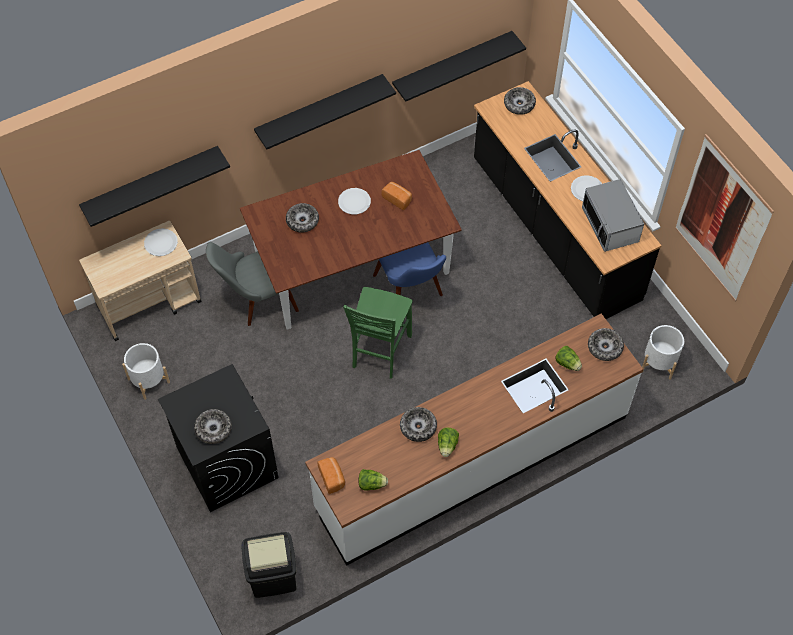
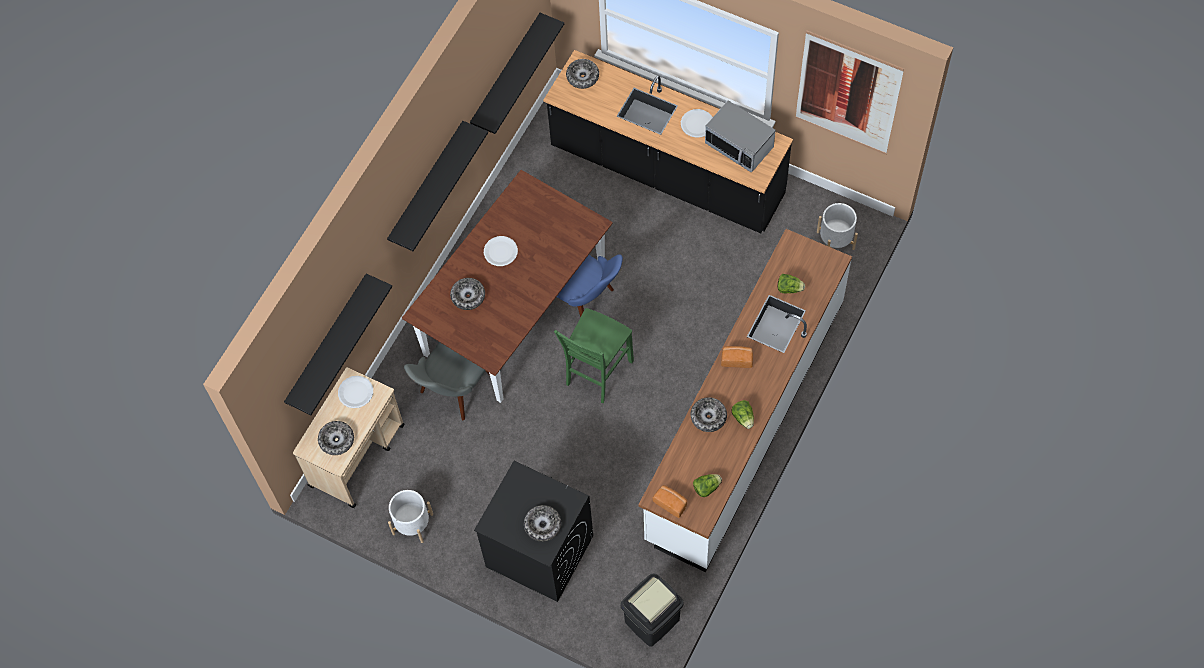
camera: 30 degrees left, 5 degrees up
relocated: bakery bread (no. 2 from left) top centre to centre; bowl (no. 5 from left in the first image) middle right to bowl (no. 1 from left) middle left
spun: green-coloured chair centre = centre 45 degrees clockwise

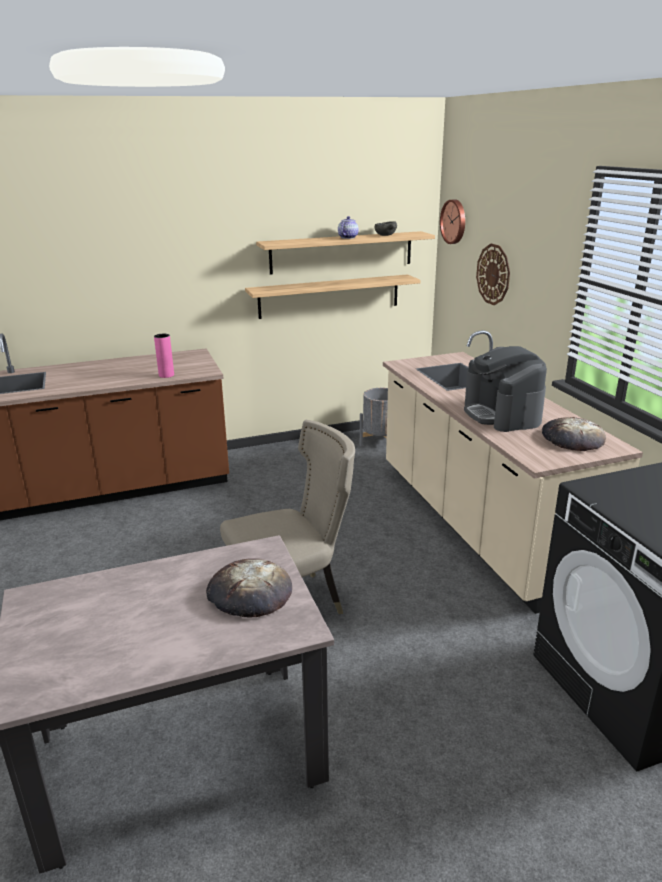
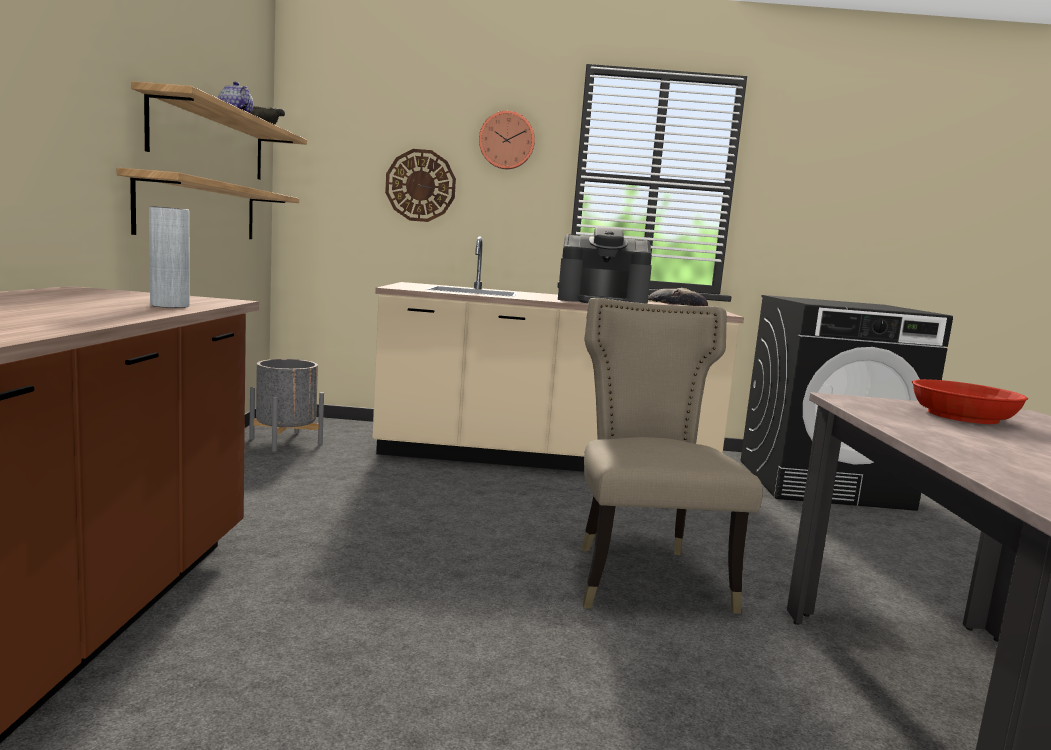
camera: 70 degrees left, 15 degrees down
relocated: clock on the wall (no. 1 from left in the first image) top right to clock on the wall (no. 2 from left) top centre
exchanged: bakery bread (no. 1 from left) bottom centre to red bowl middle right
colour: pinkish decorative vase middle left to greyish decorative vase middle left

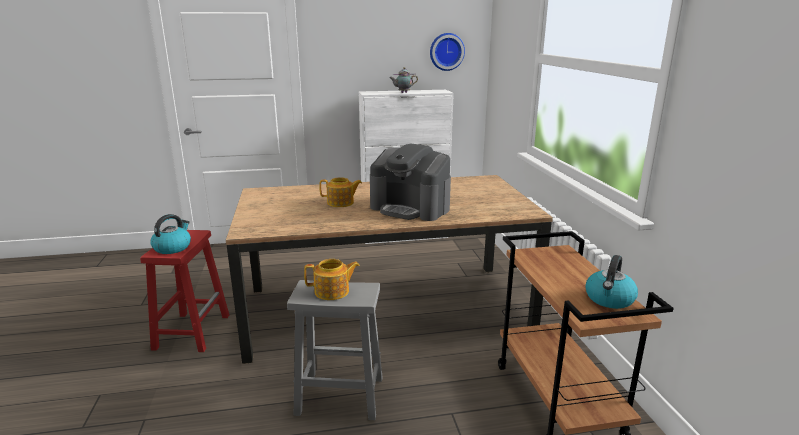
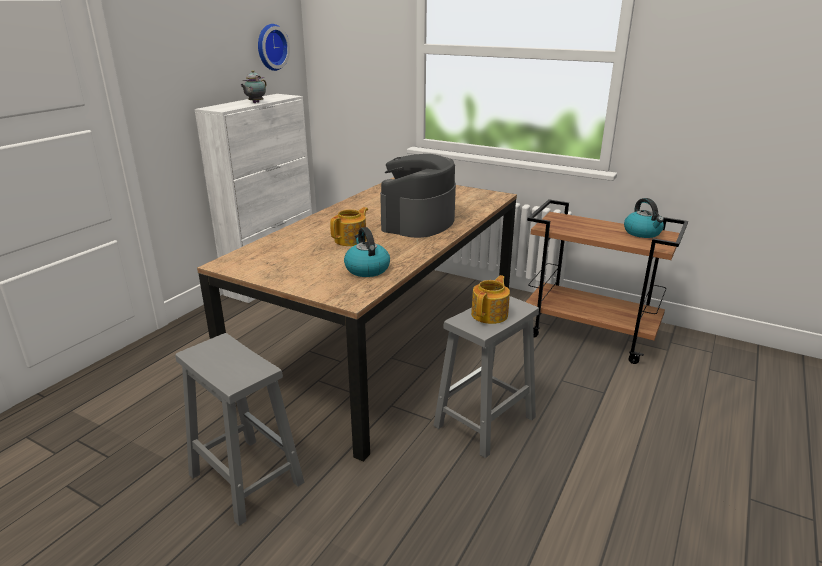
camera: 50 degrees left, 5 degrees up
relocated: tea kettle (no. 1 from left) middle left to centre
colour: red stool bottom left to greyish stool (no. 1 from left) bottom left
spun: coffee maker centre = centre 135 degrees clockwise

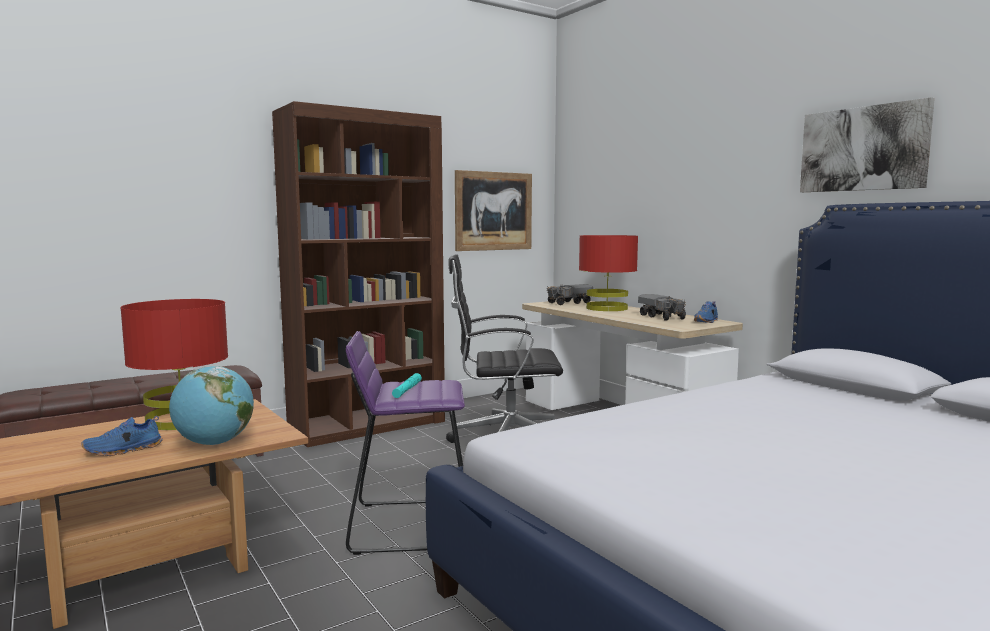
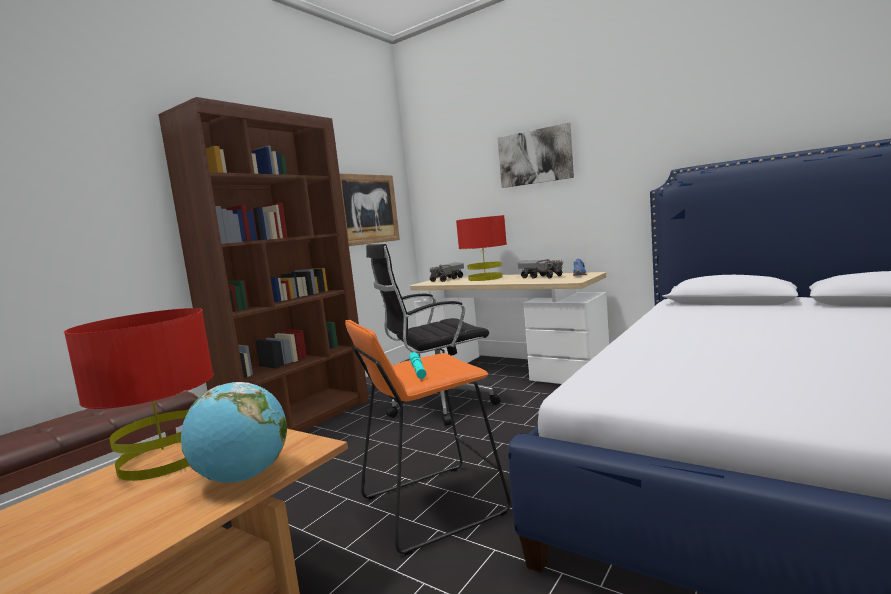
camera: 20 degrees left, 0 degrees up
missing: blue shoe (no. 1 from left) bottom left
relocated: wall picture (no. 2 from left) top right to top centre
colour: purplish stool bottom centre to orangey stool bottom centre

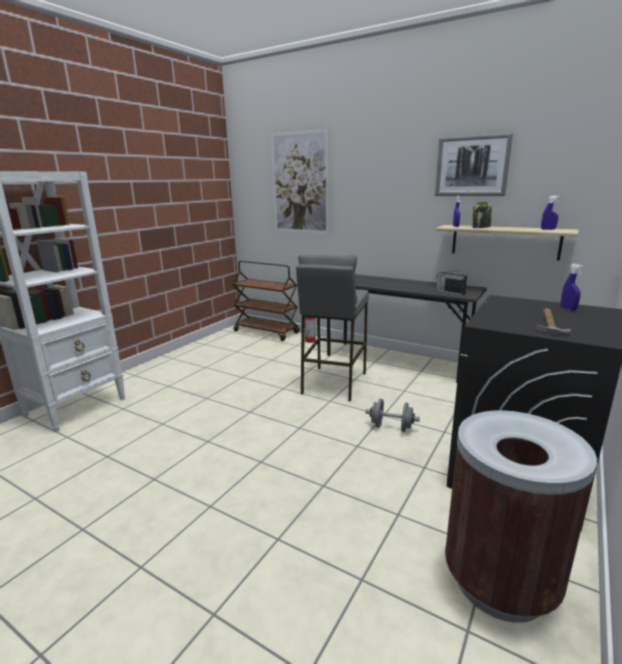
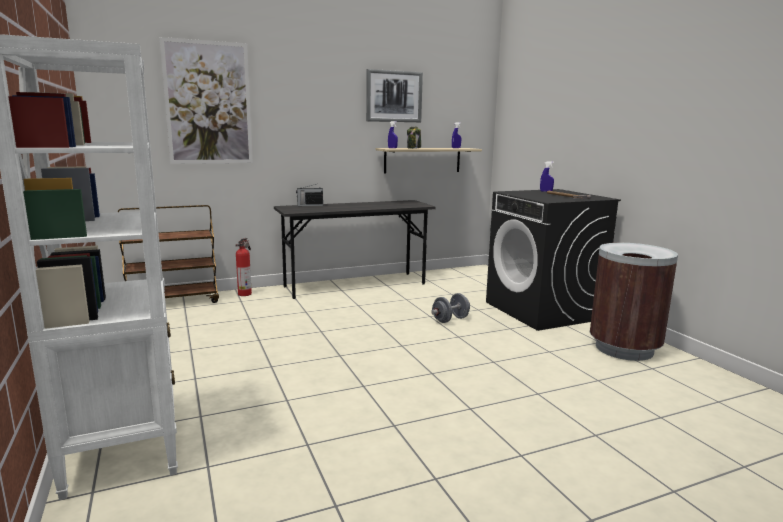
camera: 55 degrees left, 5 degrees down
missing: greyish stool centre
relocated: radio set middle right to centre

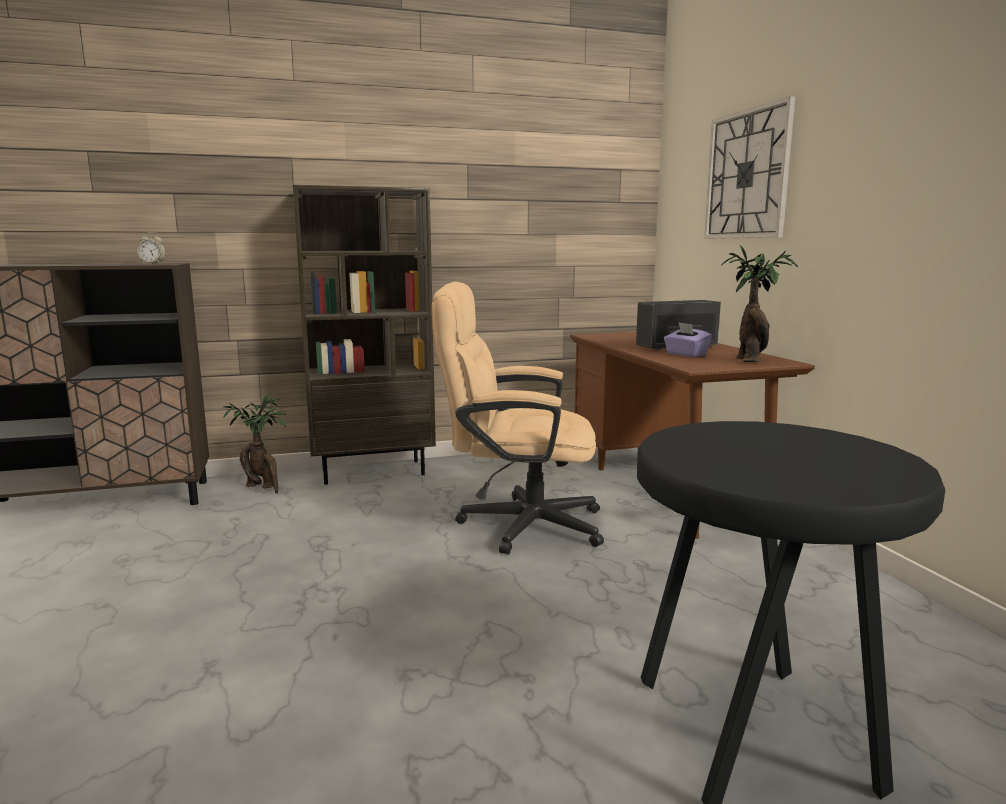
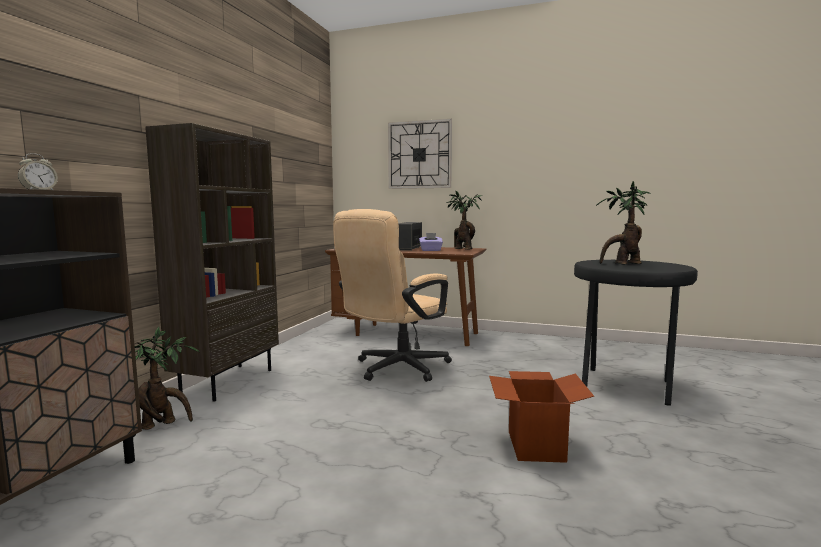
camera: 55 degrees left, 5 degrees down
appeared: potted plant (no. 3 from left) middle right; carton bottom centre

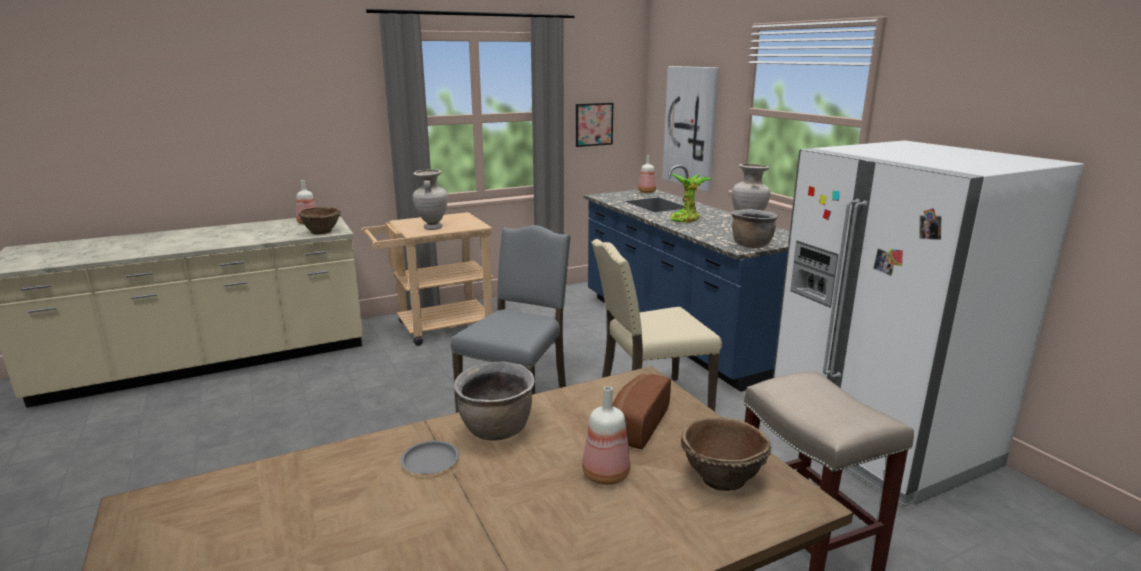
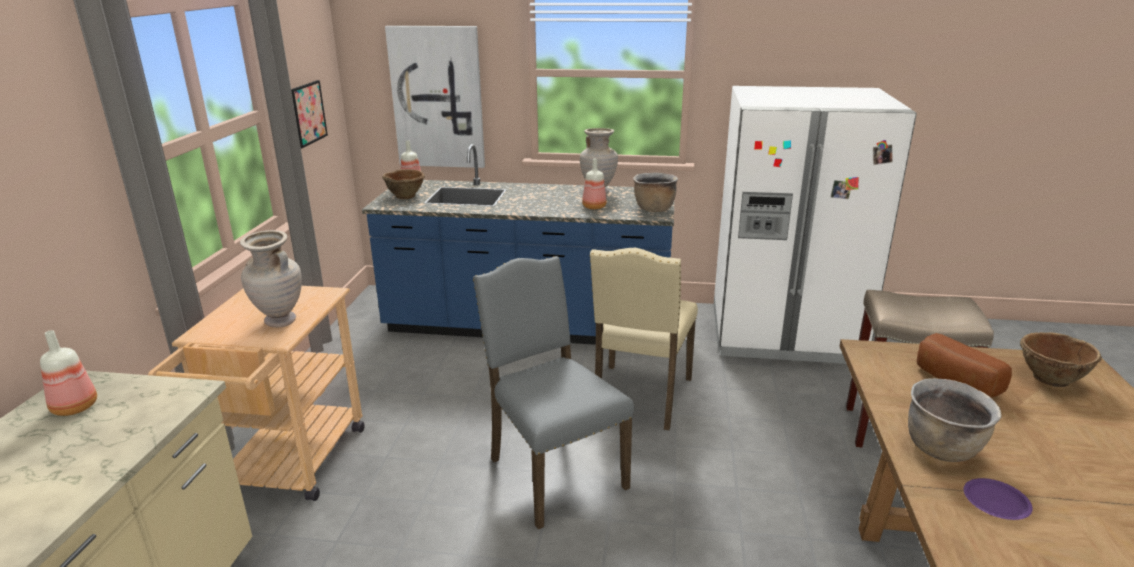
camera: 55 degrees left, 5 degrees up
missing: potted plant centre
relocated: brown-coloured bowl (no. 1 from left) middle left to top centre; drink bottle (no. 2 from left in the first image) bottom centre to drink bottle (no. 3 from left) top centre
colour: greyish plate bottom centre to purplish plate bottom right

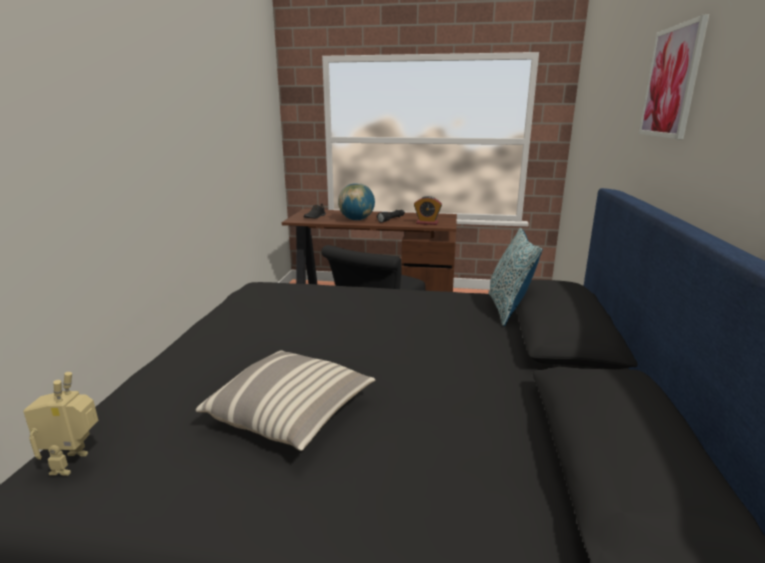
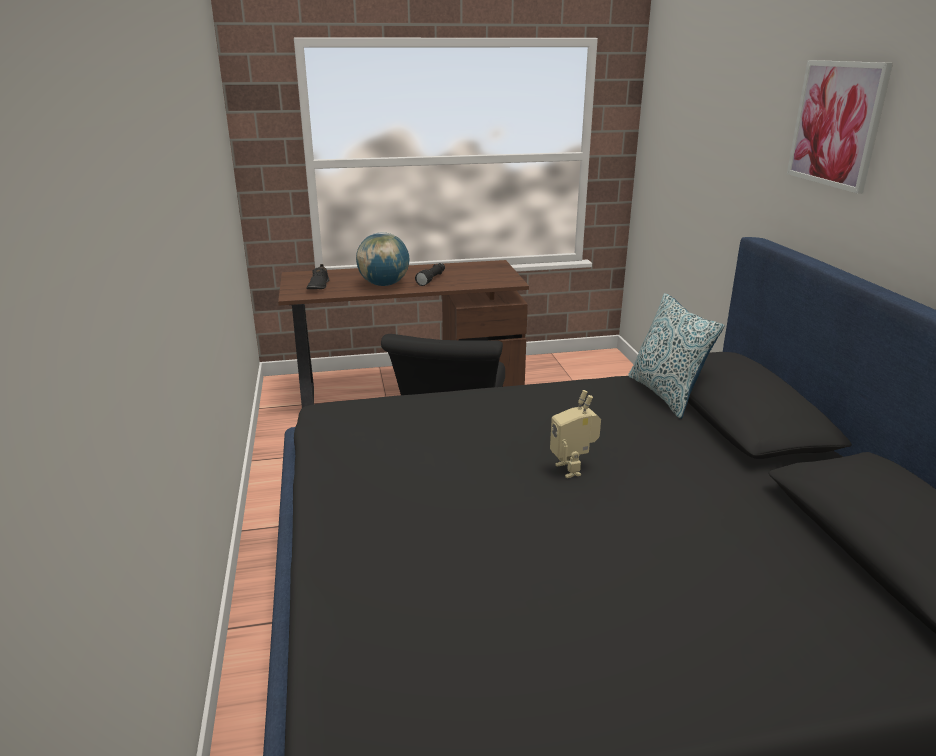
camera: 20 degrees left, 5 degrees up
missing: bedside clock centre; pillow (no. 1 from left) bottom centre
relocated: model robot bottom left to centre

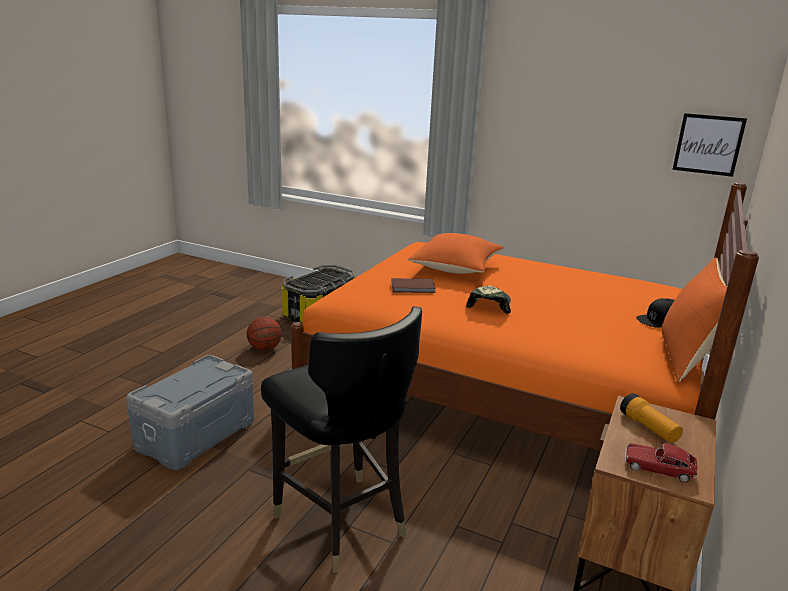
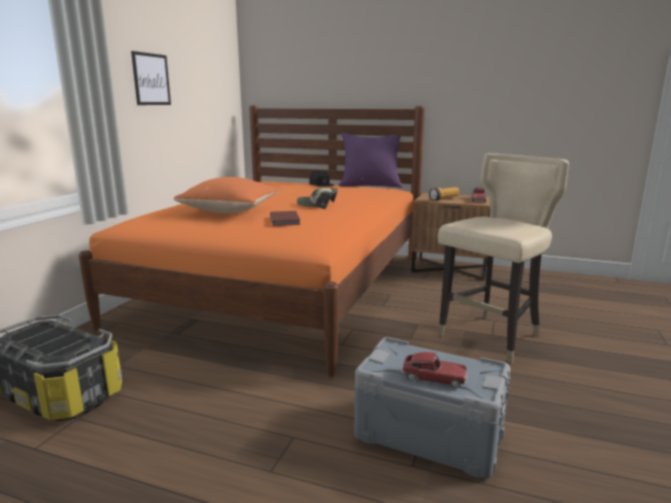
camera: 95 degrees left, 5 degrees down
missing: basketball centre
appeared: miniature car (no. 1 from left) bottom centre
relocated: wall picture top right to top left
colour: orangey pillow (no. 2 from left) middle right to purplish pillow top centre; black-coloured chair bottom centre to beige-coloured chair middle right

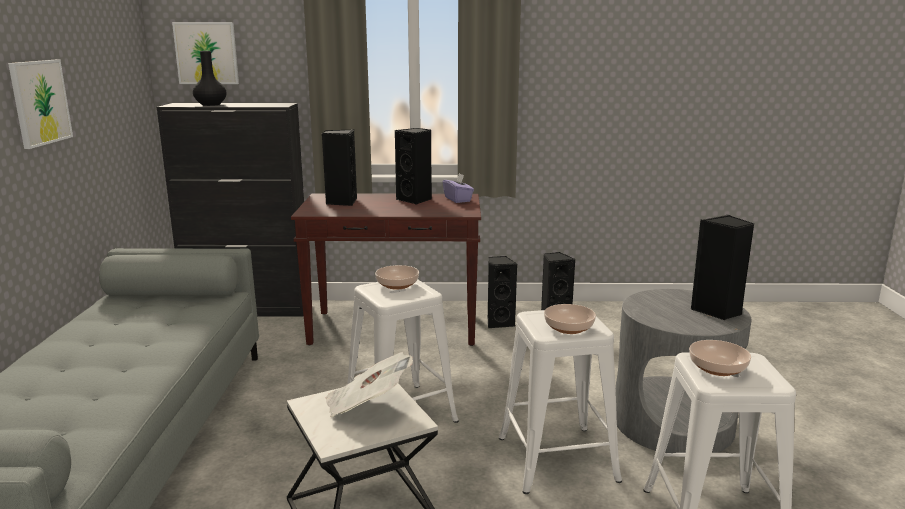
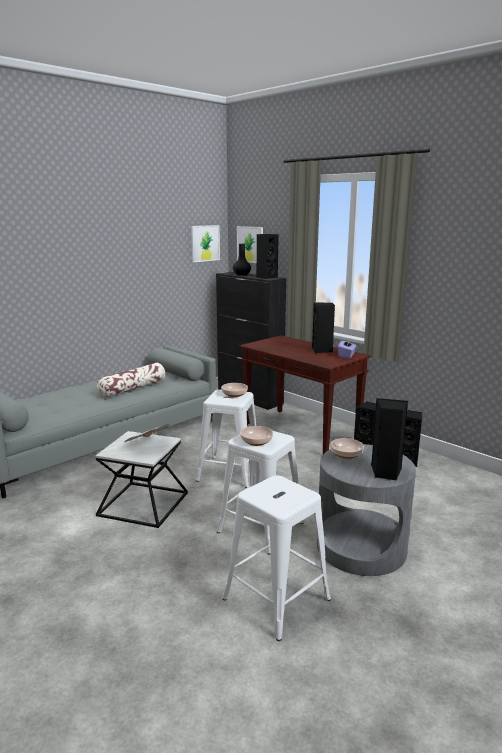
camera: 45 degrees right, 0 degrees up
appeared: pillow middle left
relocated: wall picture (no. 1 from left) top left to top centre; black-coloured loudspeaker (no. 1 from left) top centre to centre; bowl (no. 3 from left) bottom right to middle right

